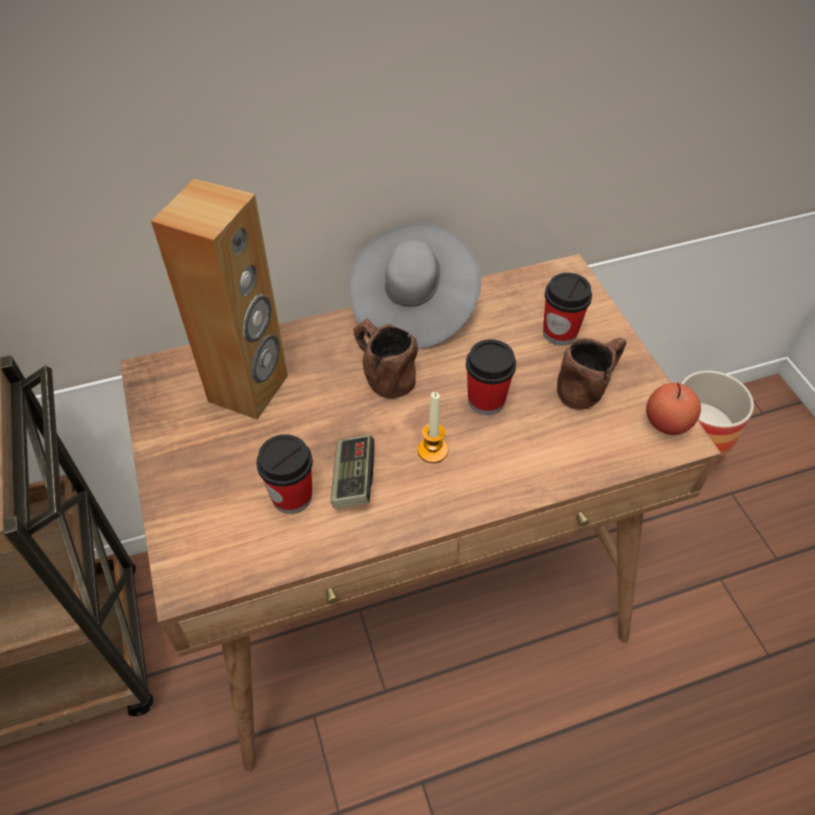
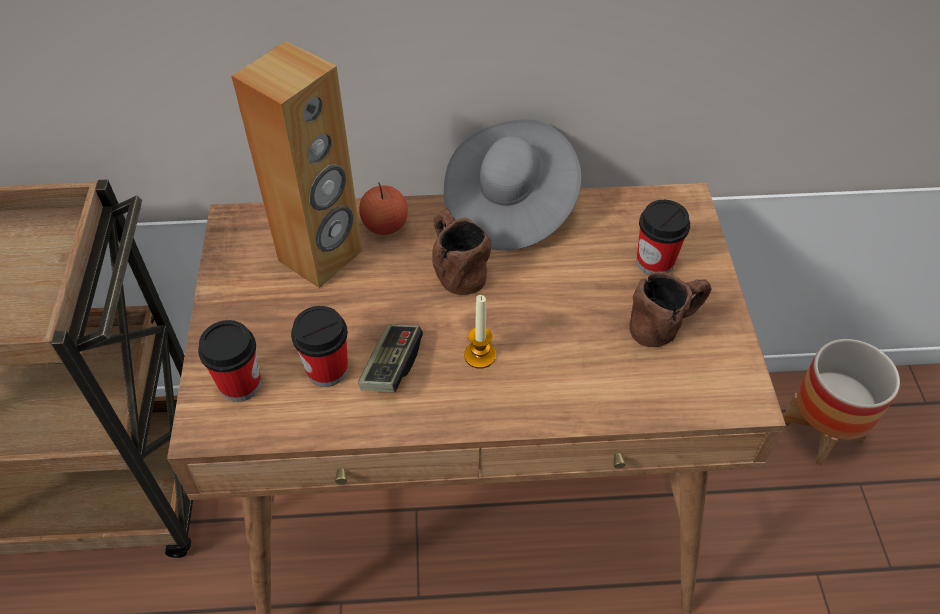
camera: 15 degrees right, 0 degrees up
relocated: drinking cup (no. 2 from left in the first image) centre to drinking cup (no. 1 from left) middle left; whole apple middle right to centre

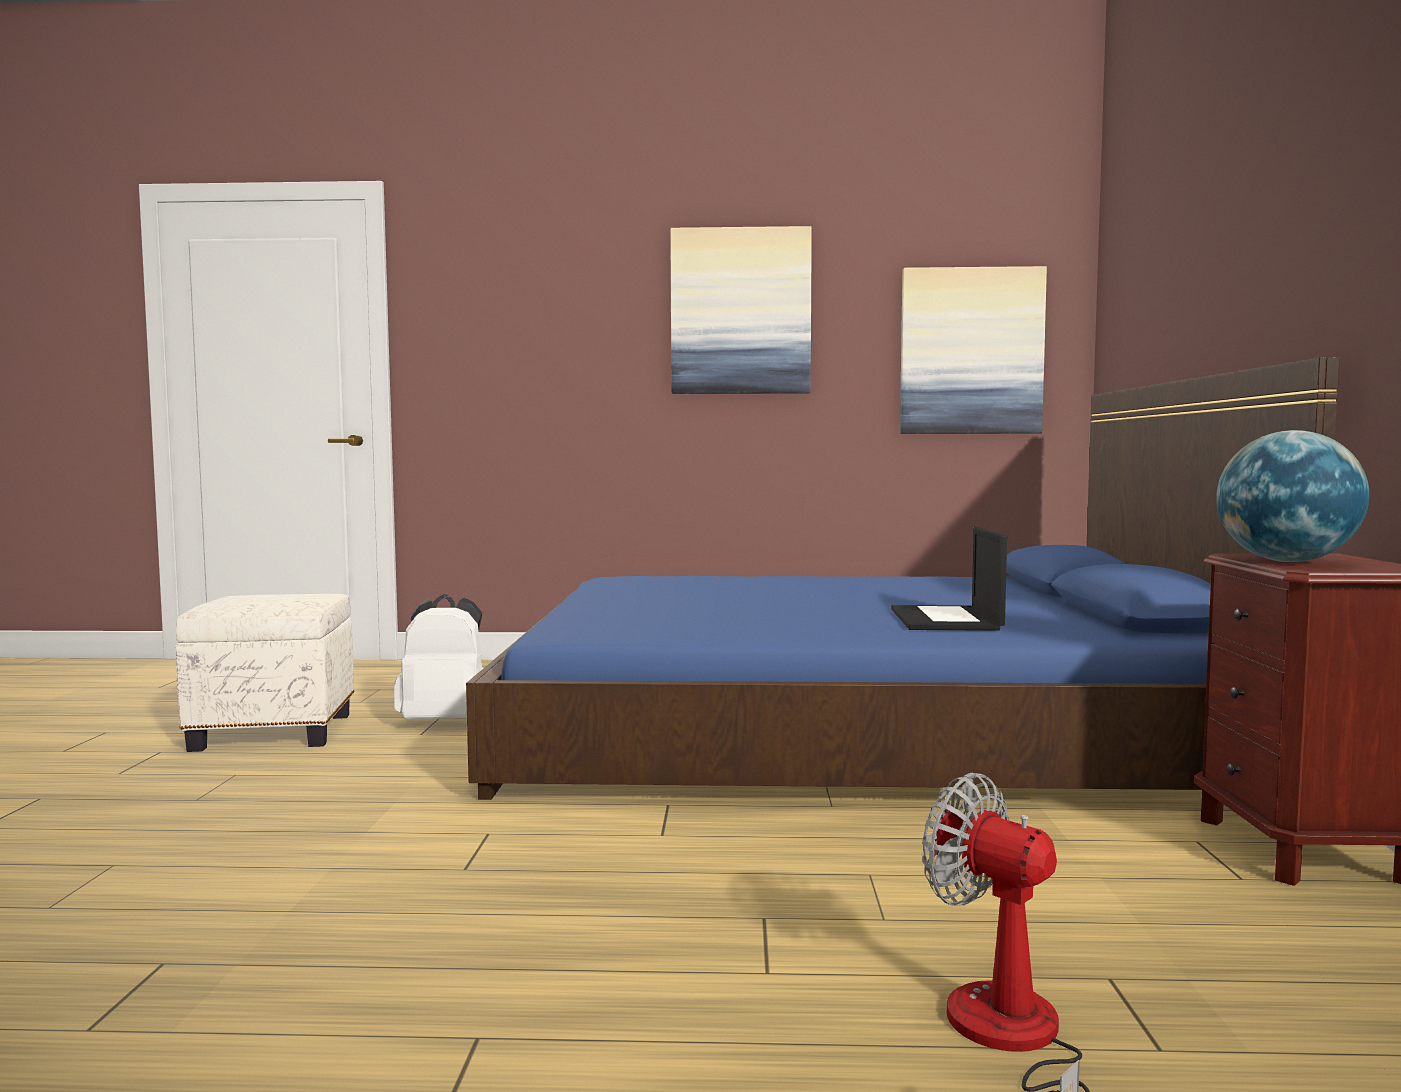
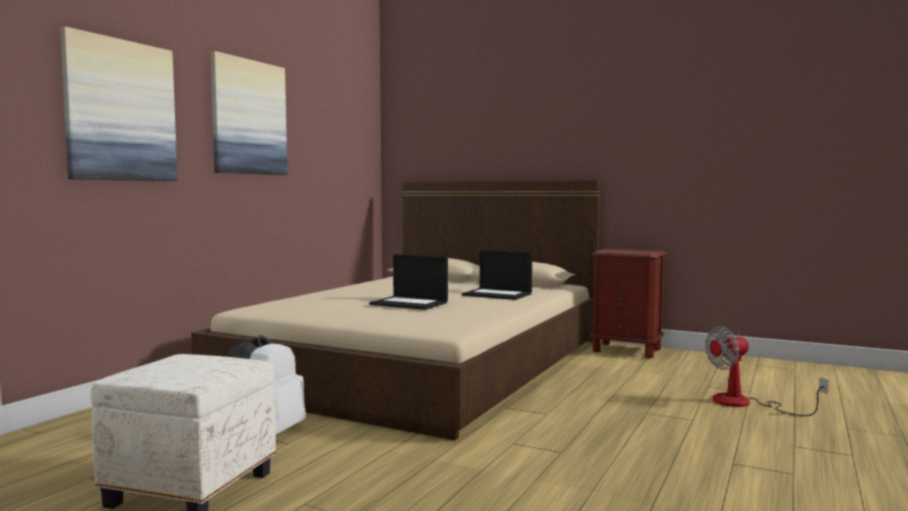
camera: 65 degrees left, 0 degrees up
missing: world globe middle right
appeared: portable computer (no. 1 from left) centre
relocated: wall picture (no. 2 from left in the first image) top right to wall picture (no. 1 from left) top left
colour: blue bed centre to beige-coloured bed centre

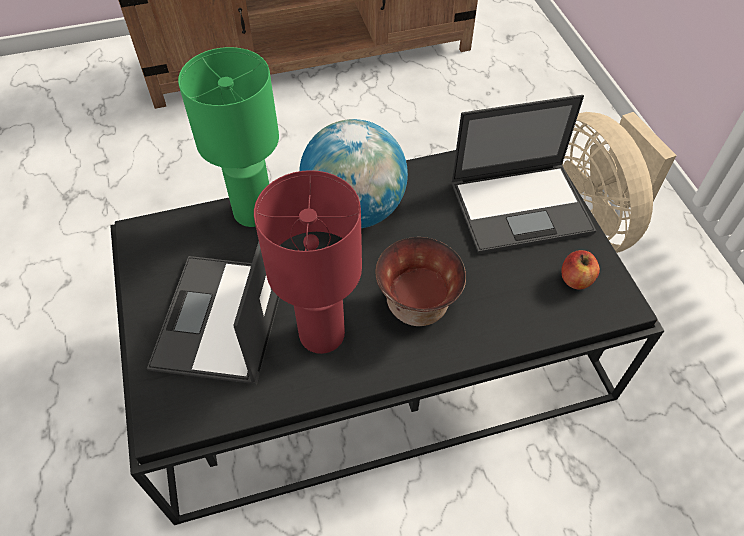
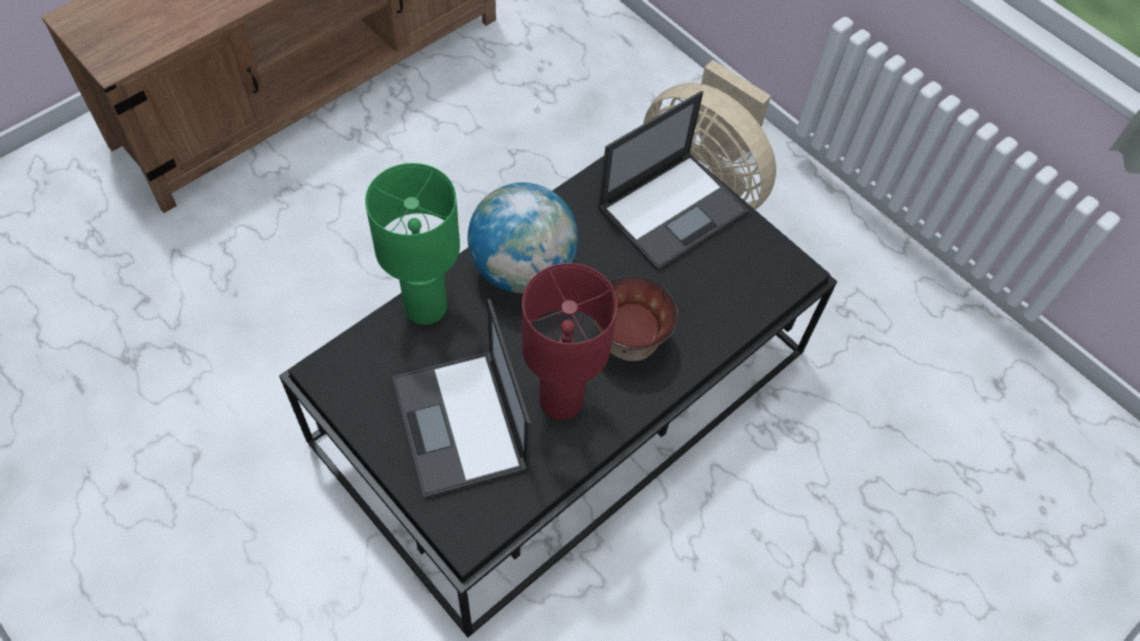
camera: 30 degrees left, 5 degrees up
missing: whole apple middle right

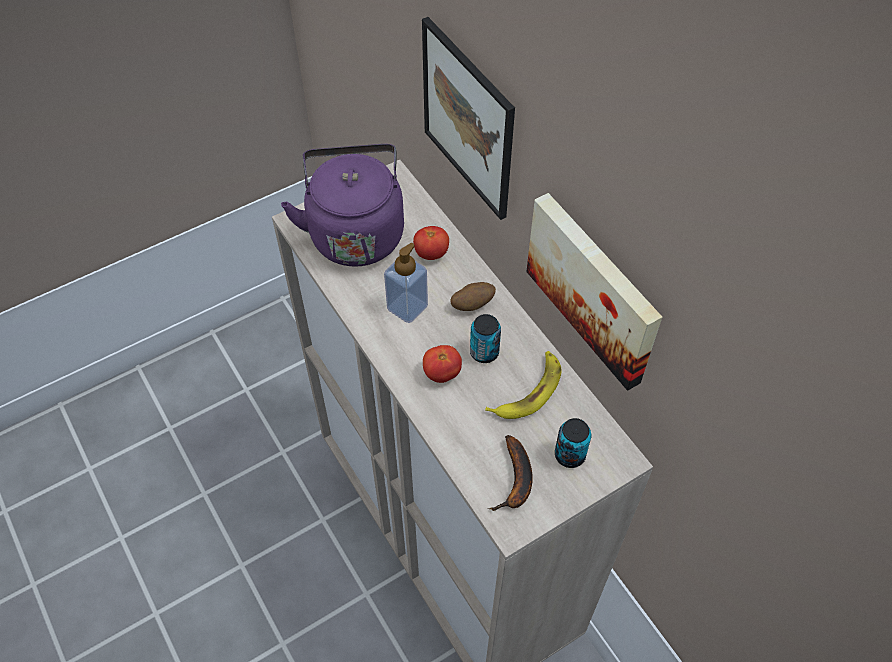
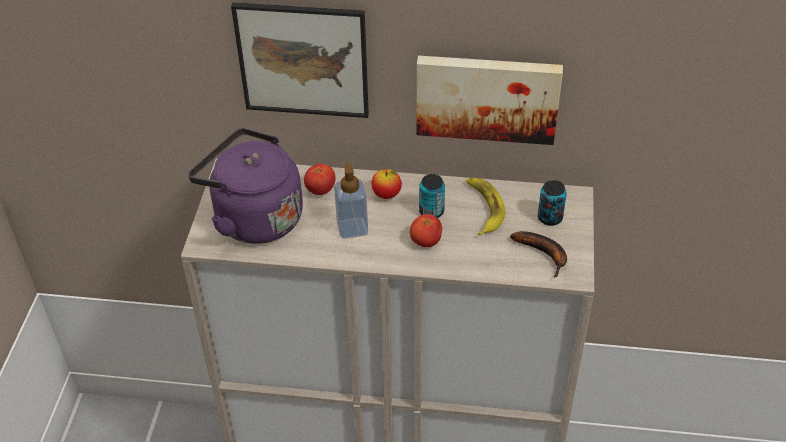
camera: 50 degrees left, 10 degrees down
exchanged: whole potato centre to whole apple centre

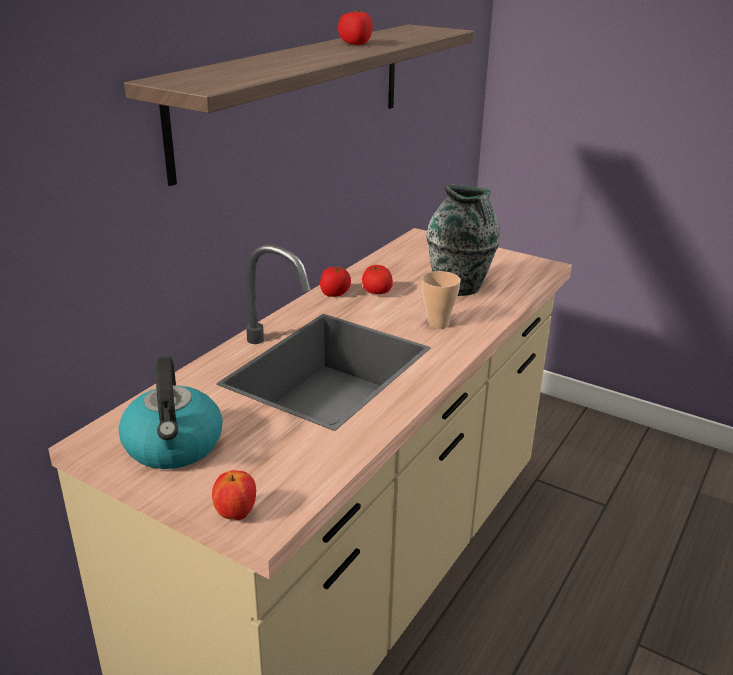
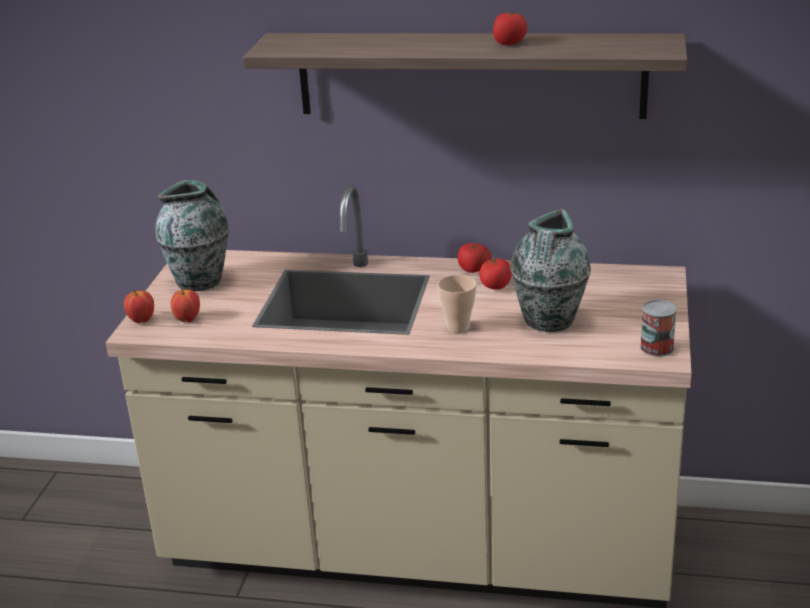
camera: 70 degrees right, 0 degrees up
appeared: whole apple (no. 2 from left) middle left; can middle right
exchanged: tea kettle middle left to decorative vase (no. 1 from left) middle left

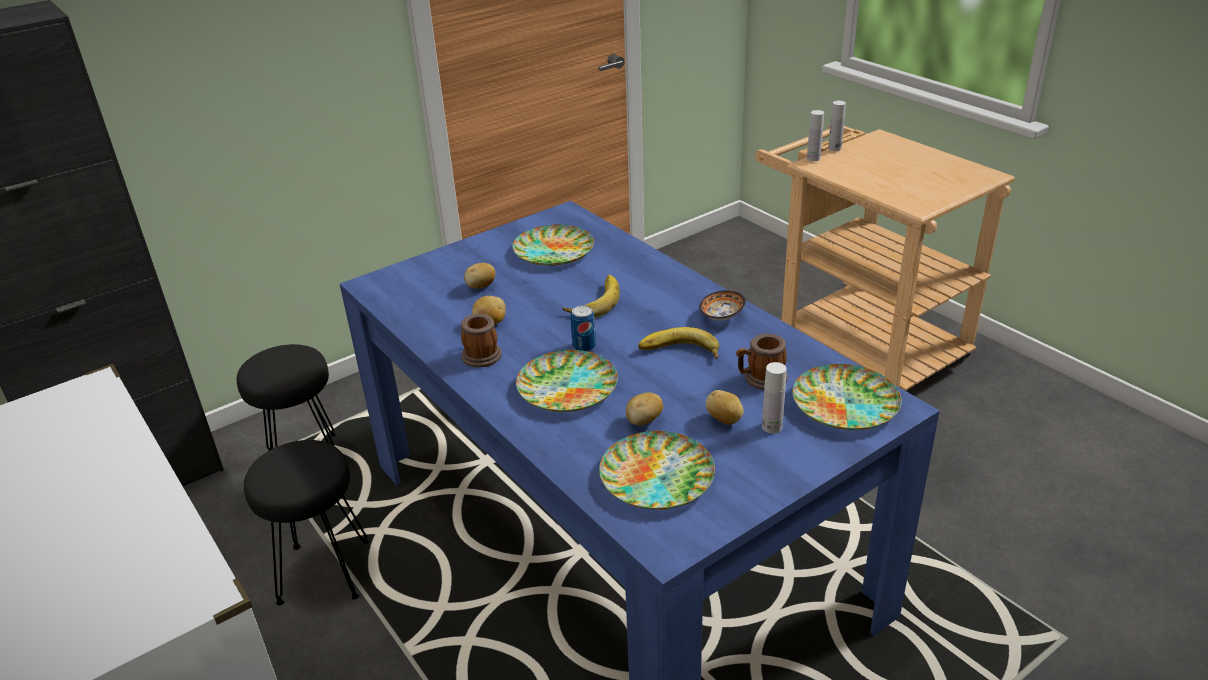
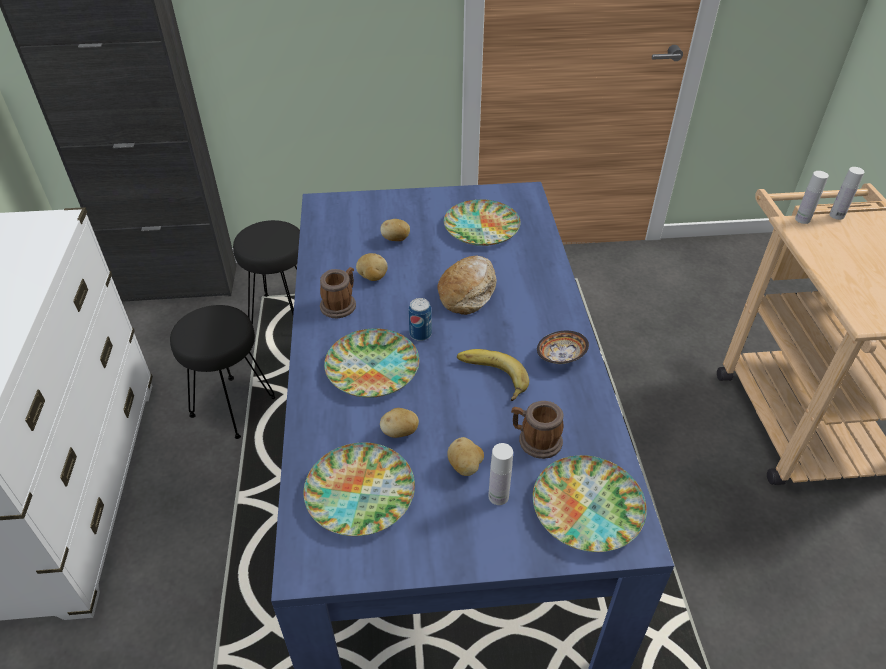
camera: 30 degrees right, 10 degrees up
exchanged: whole banana (no. 1 from left) centre to bakery bread centre

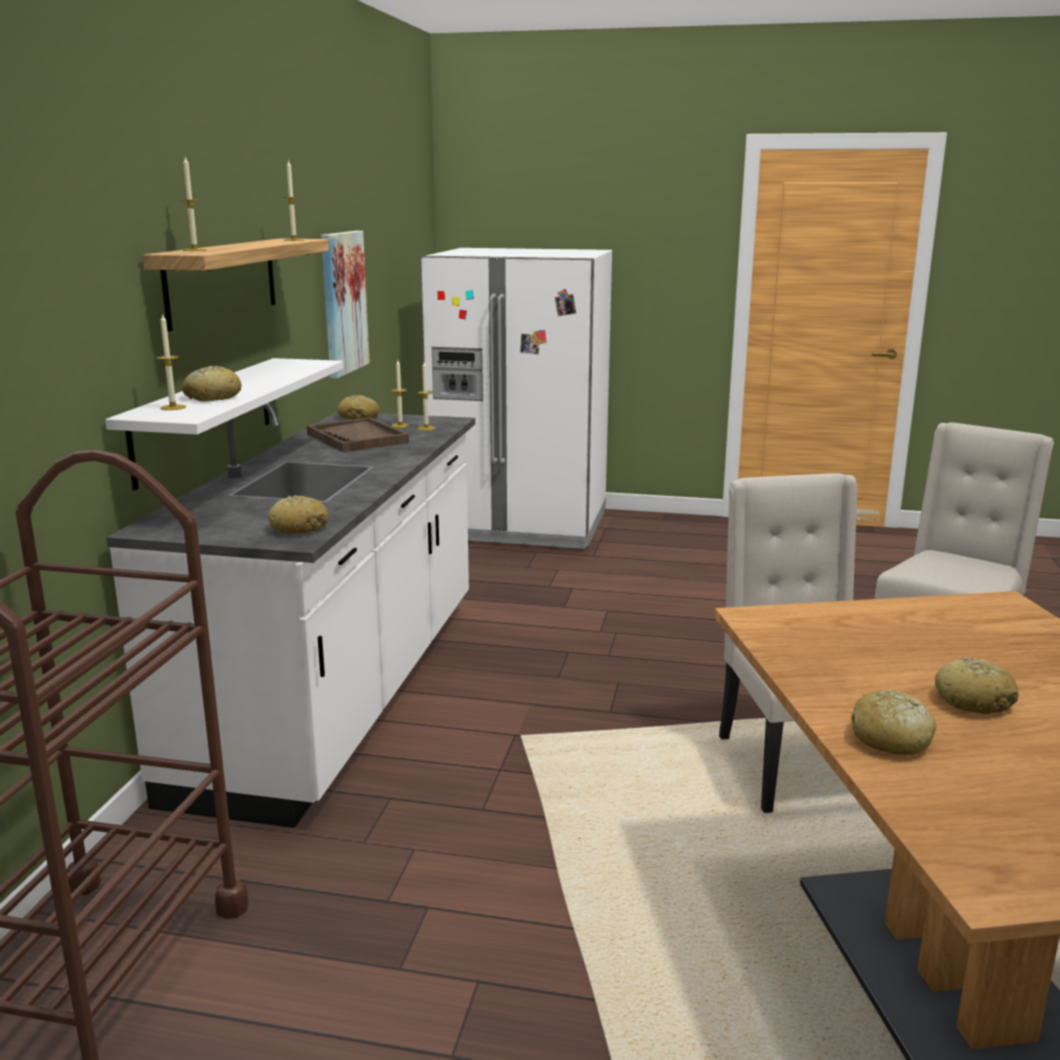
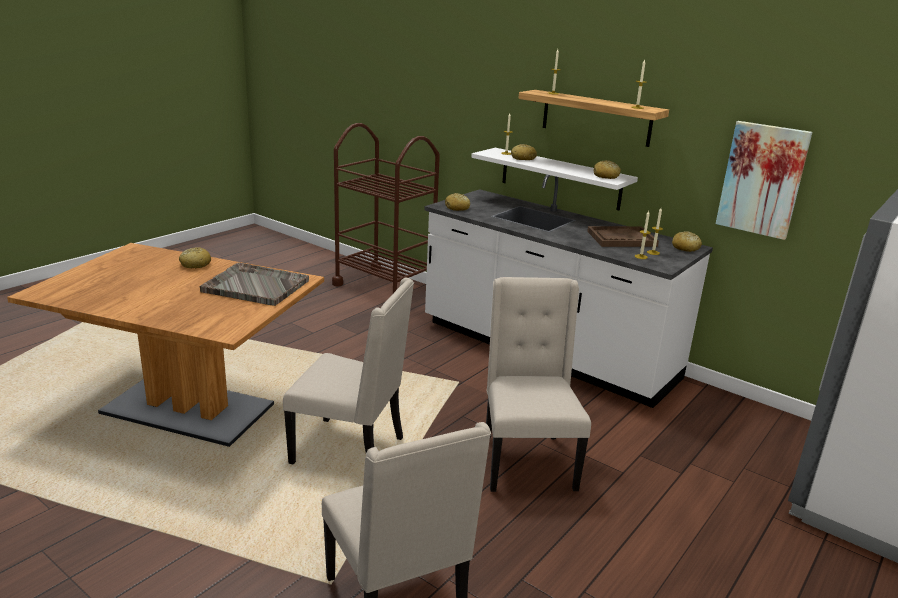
camera: 115 degrees right, 5 degrees up
appeared: greyish carrying tray middle left; beige-coloured chair (no. 3 from left) centre
relocated: bakery bread (no. 5 from left in the first image) middle right to bakery bread (no. 4 from left) top right

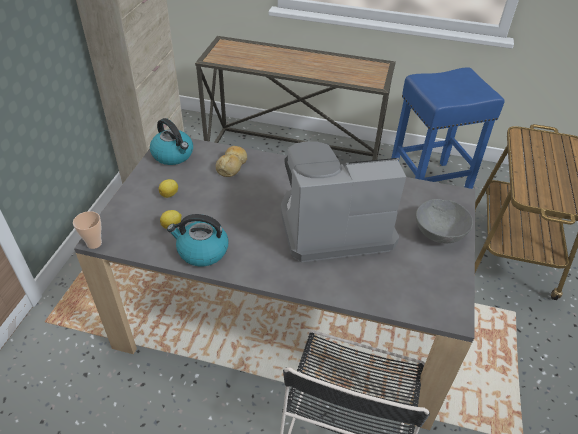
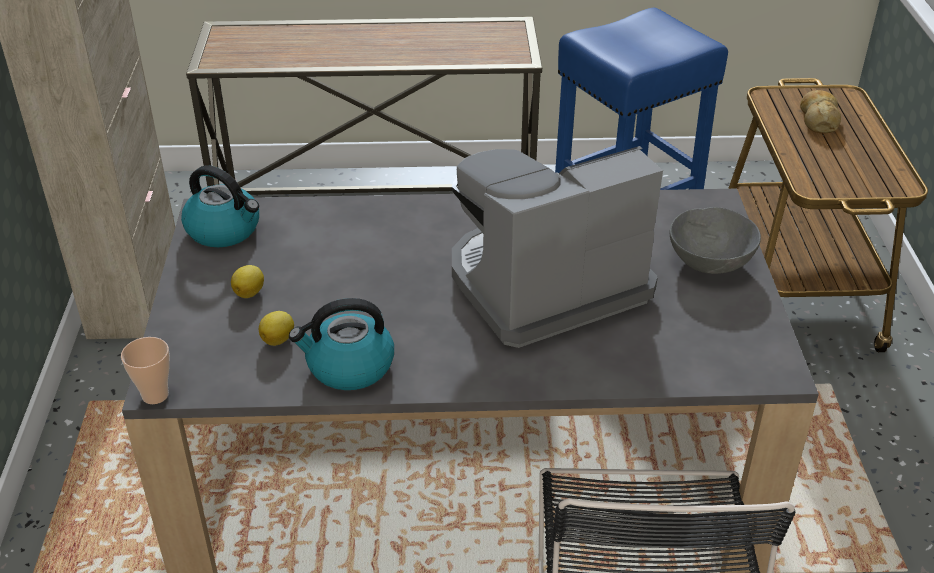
camera: 15 degrees left, 5 degrees down
relocated: bakery bread centre to top right

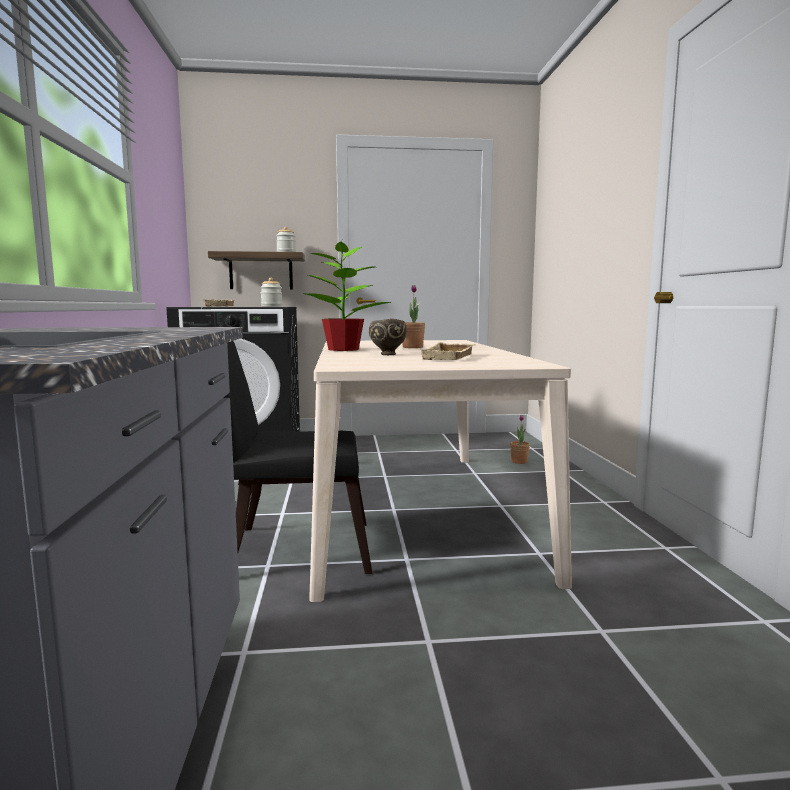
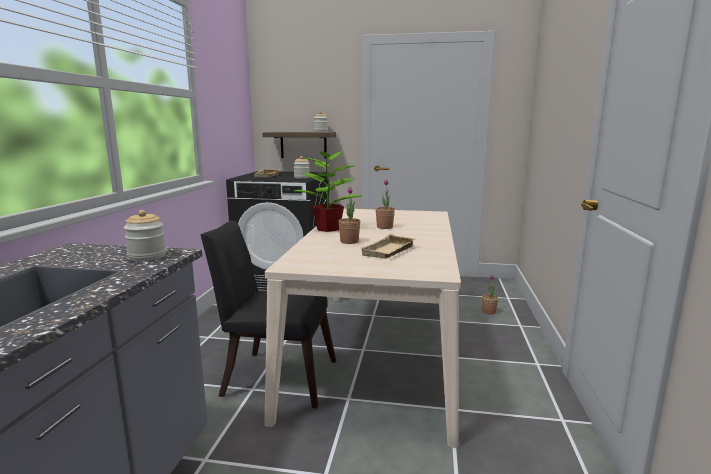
camera: 15 degrees right, 5 degrees up
appeared: jar (no. 1 from left) middle left
exchanged: brown-coloured bowl centre to potted plant (no. 2 from left) centre

